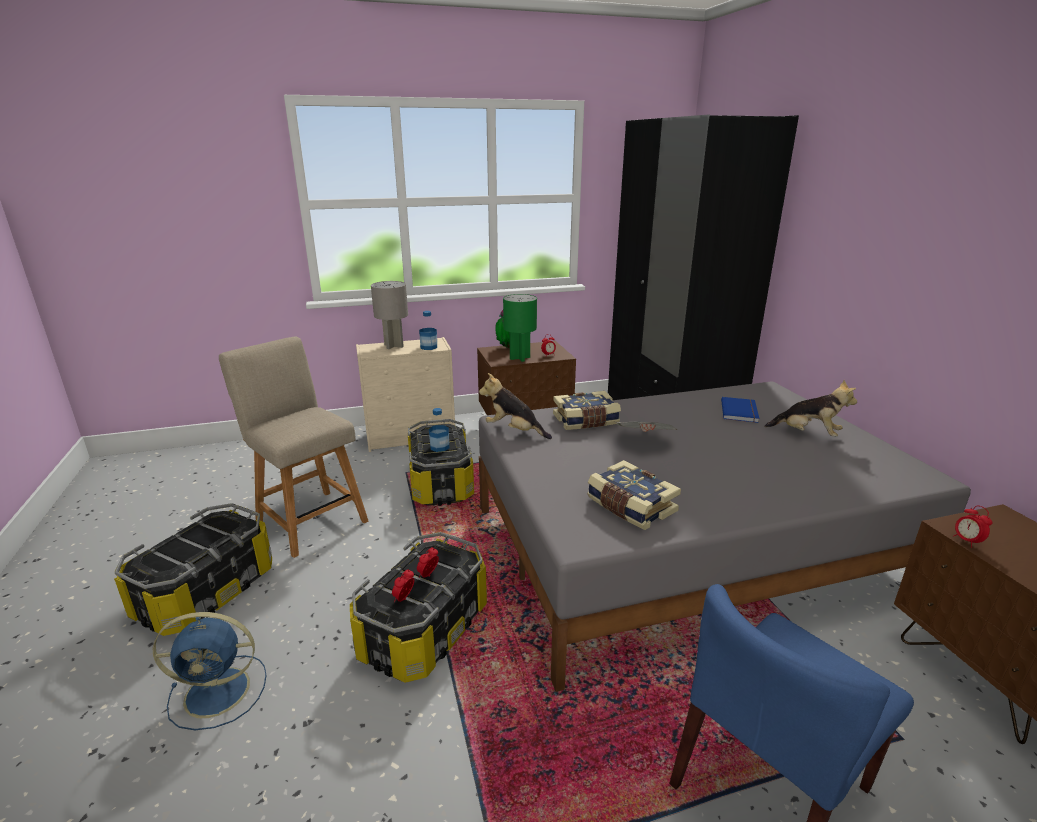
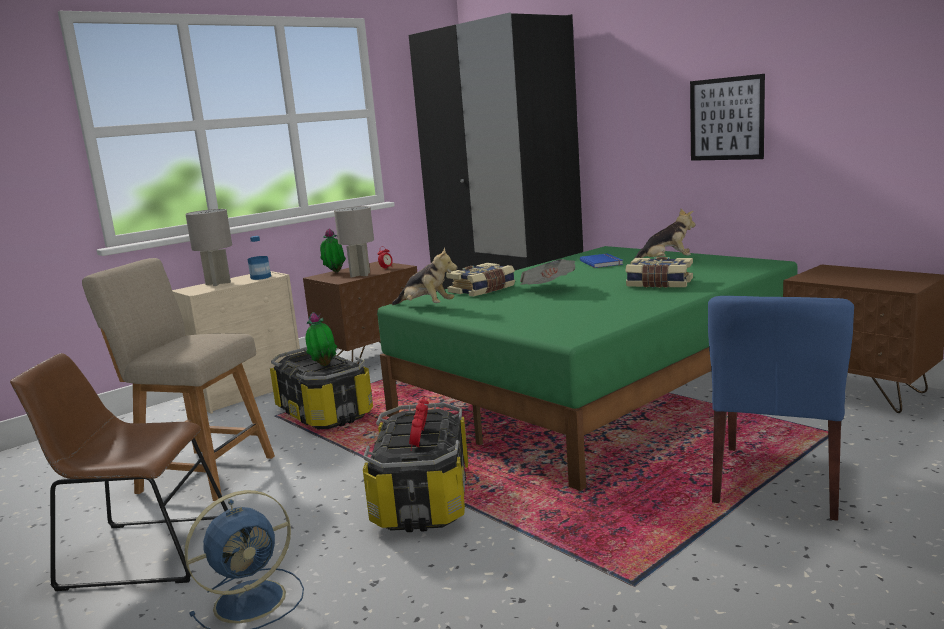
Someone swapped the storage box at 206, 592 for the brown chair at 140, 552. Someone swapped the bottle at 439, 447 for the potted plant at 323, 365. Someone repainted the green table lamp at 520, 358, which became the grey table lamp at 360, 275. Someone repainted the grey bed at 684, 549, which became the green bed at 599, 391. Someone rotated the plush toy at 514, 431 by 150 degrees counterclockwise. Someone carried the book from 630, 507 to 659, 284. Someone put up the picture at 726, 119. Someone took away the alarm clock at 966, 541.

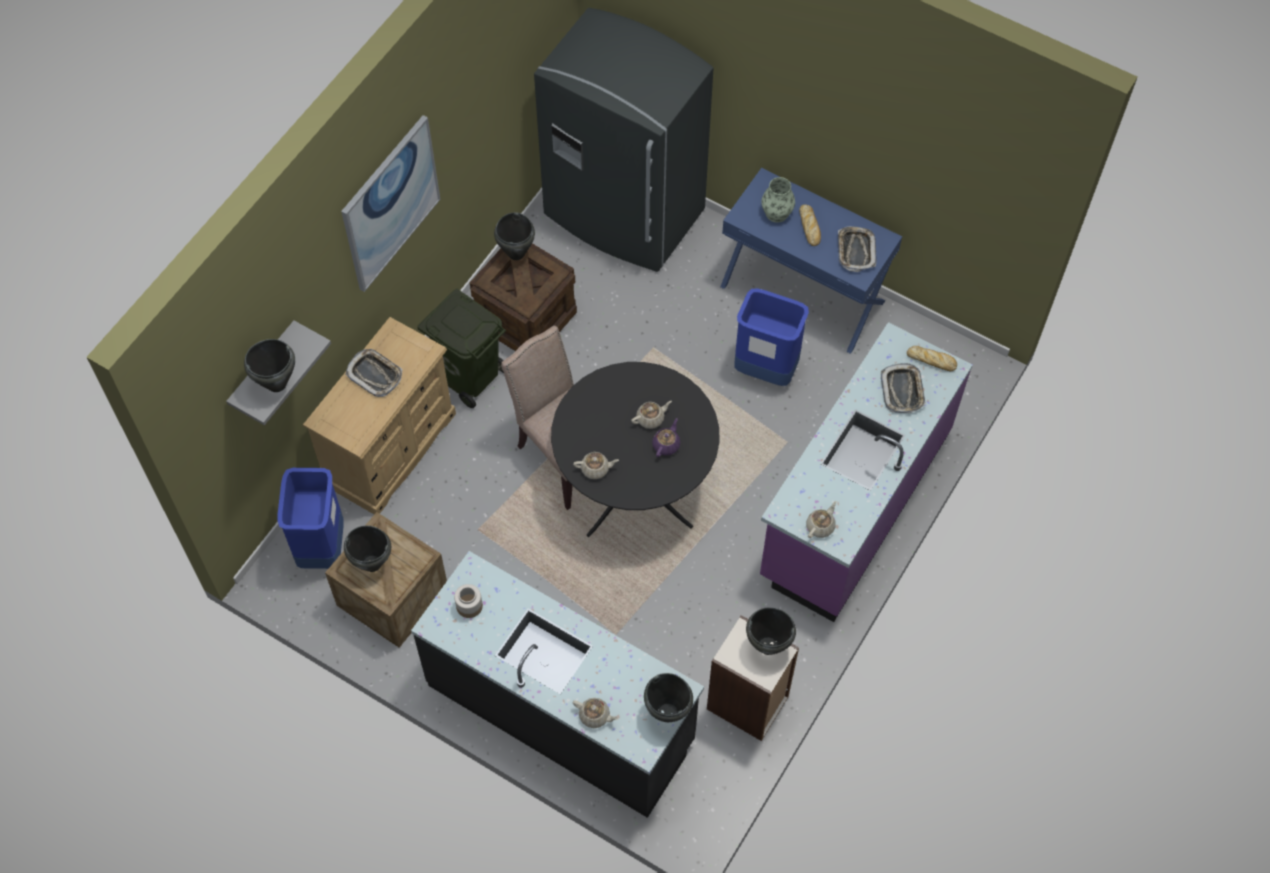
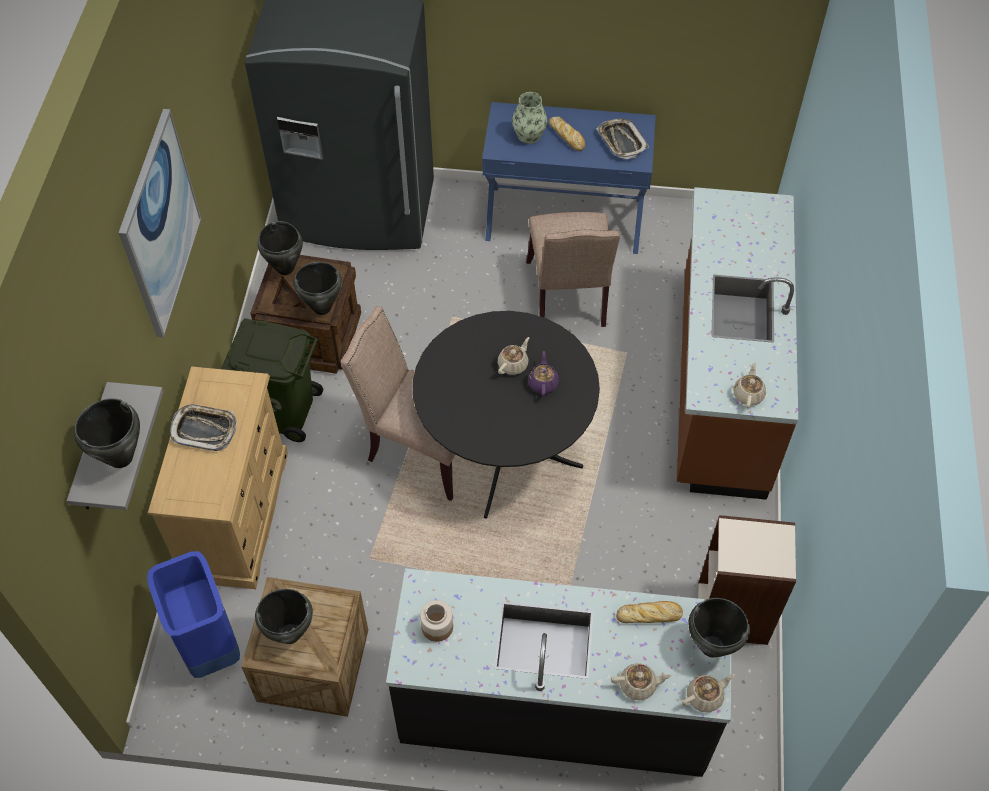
Someone carried the black cooking pot from 767, 645 to 321, 307. Someone swapped the blue trash can at 765, 370 for the beige chair at 569, 297. Someone carried the bread from 932, 360 to 650, 615. Someone repainted the purple counter at 853, 504, which became the brown counter at 720, 384. Someone carried the beige teapot from 595, 469 to 705, 696. Someone took away the tray at 902, 390.

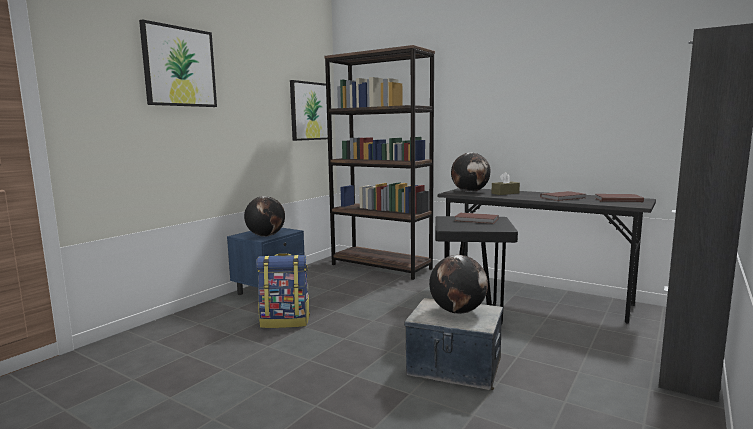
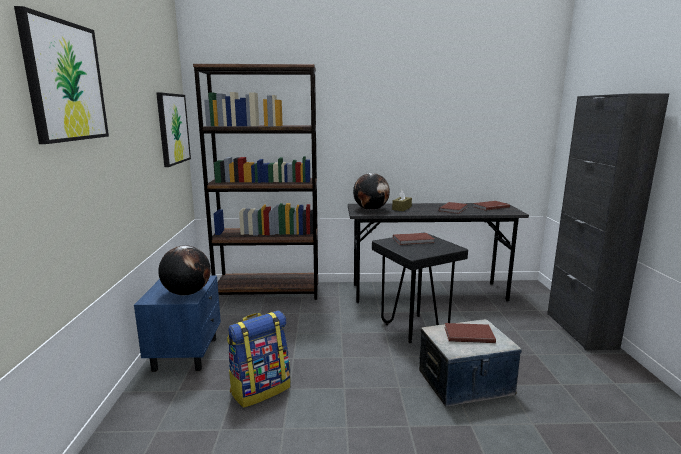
Someone swapped the globe at 457, 311 for the brown book at 468, 334.

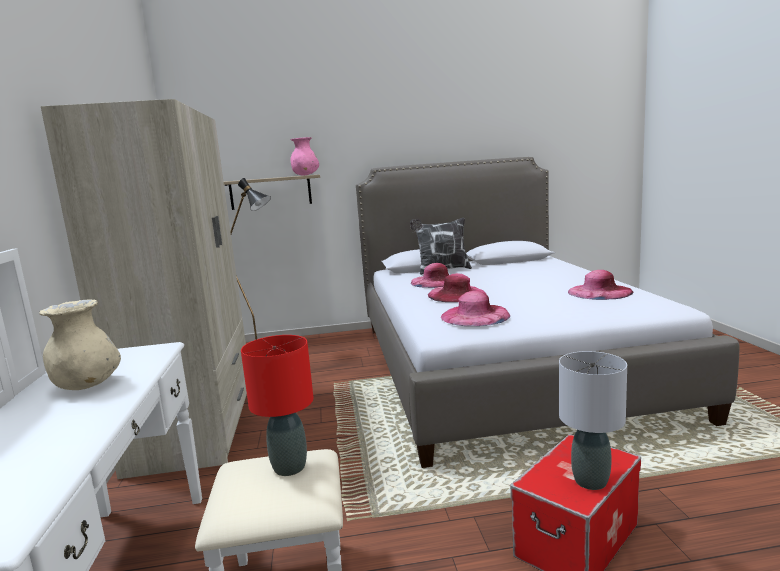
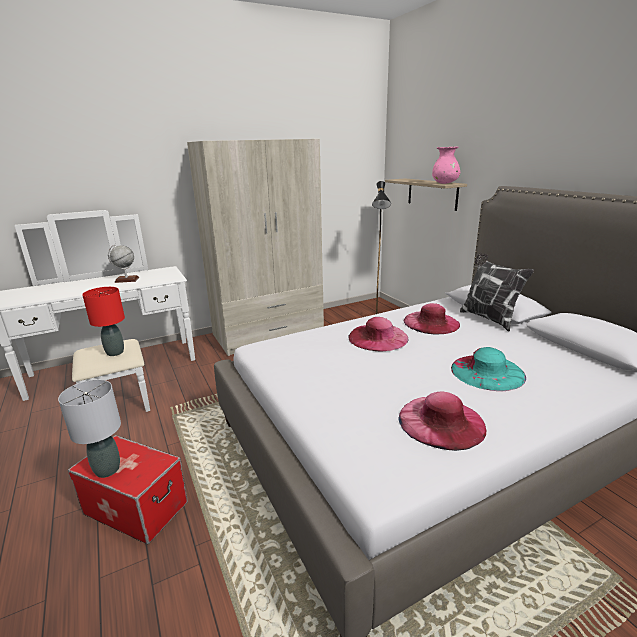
Someone swapped the beige vase at 87, 386 for the globe at 126, 280. Someone put down the turquoise hat at 487, 372. Someone took away the pink hat at 475, 315.

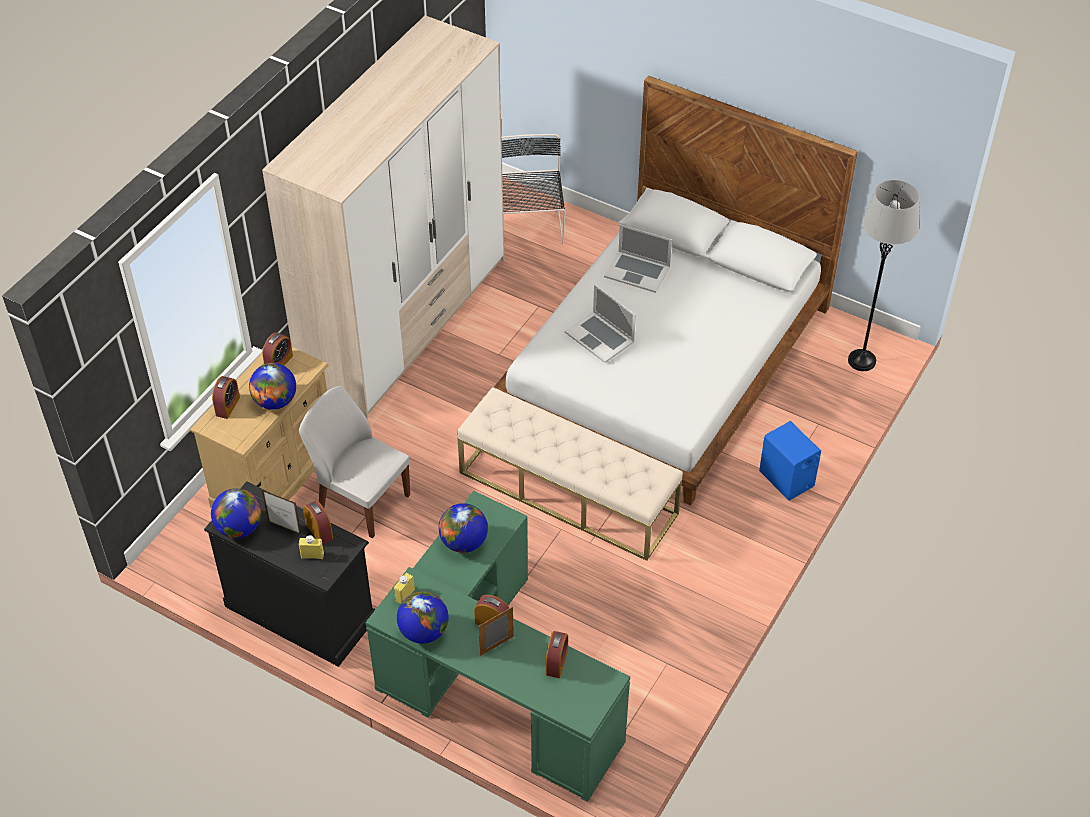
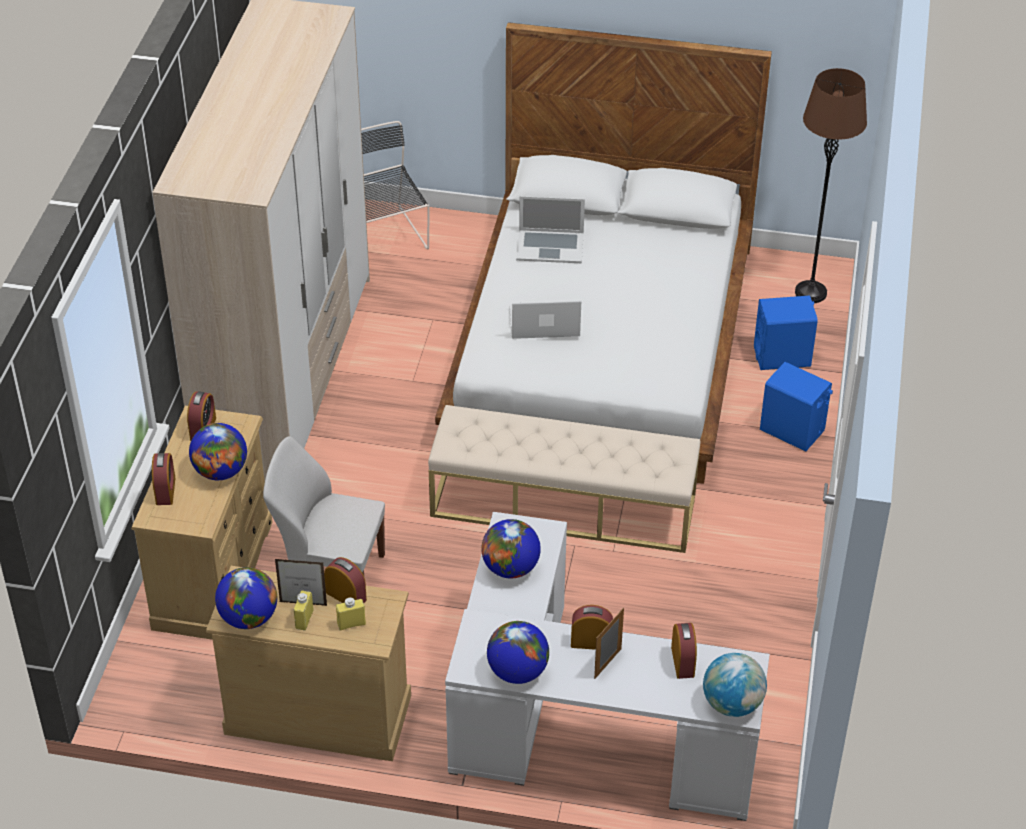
Someone repainted the black dresser at 300, 611, which became the beige dresser at 318, 714. Someone carried the yellow bottle from 405, 595 to 304, 619. Someone repainted the green desk at 490, 682, which became the white desk at 575, 727. Someone rotated the laptop at 600, 337 by 150 degrees clockwise. Someone put down the globe at 732, 704. Someone put down the blue speaker at 782, 356. Someone repainted the grey floor lamp at 861, 361, which became the brown floor lamp at 810, 293.

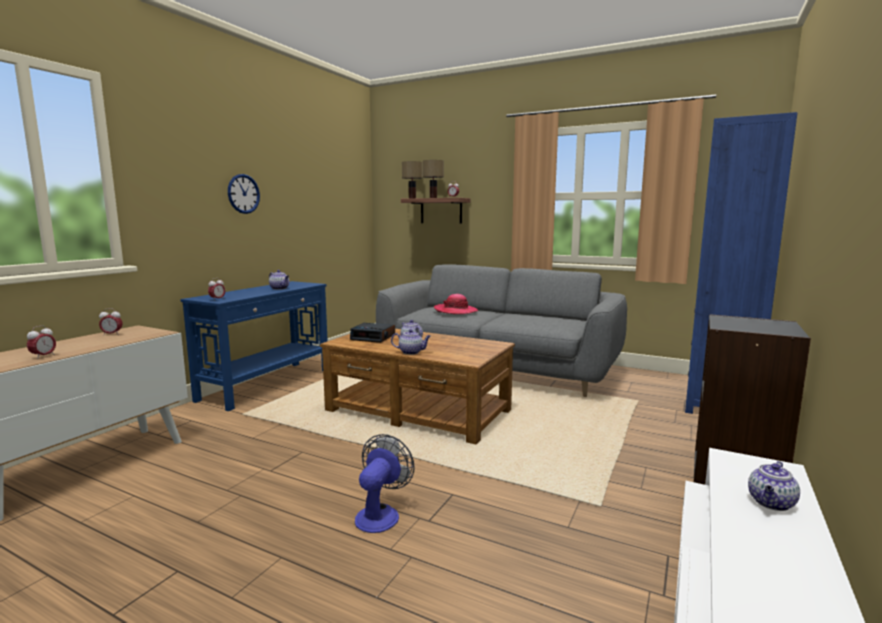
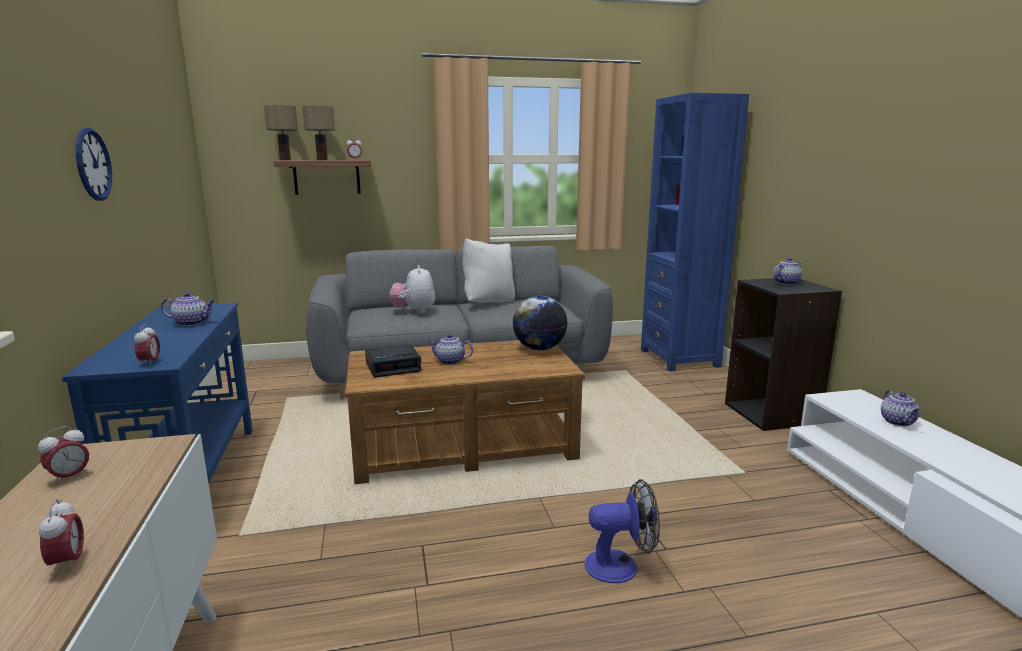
Someone swapped the hat at 455, 311 for the plush toy at 414, 311. Someone put down the white pillow at 489, 303. Someone put down the globe at 539, 348. Someone rotated the fan at 380, 514 by 105 degrees clockwise. Someone carried the teapot from 411, 352 to 786, 283.

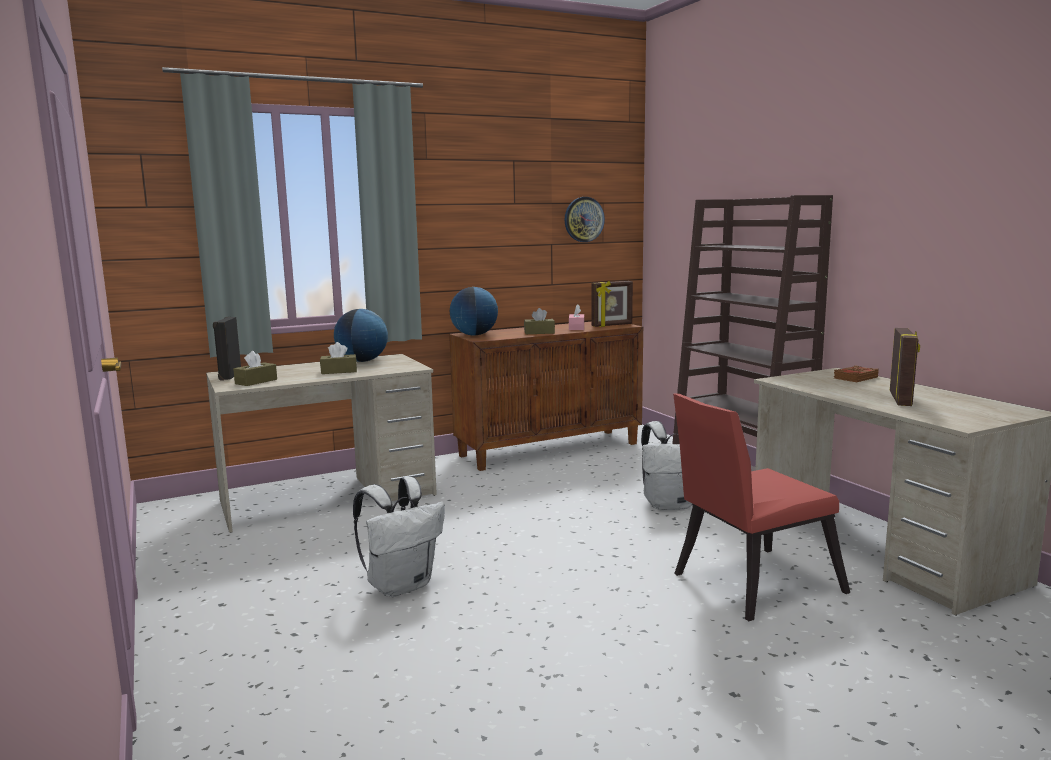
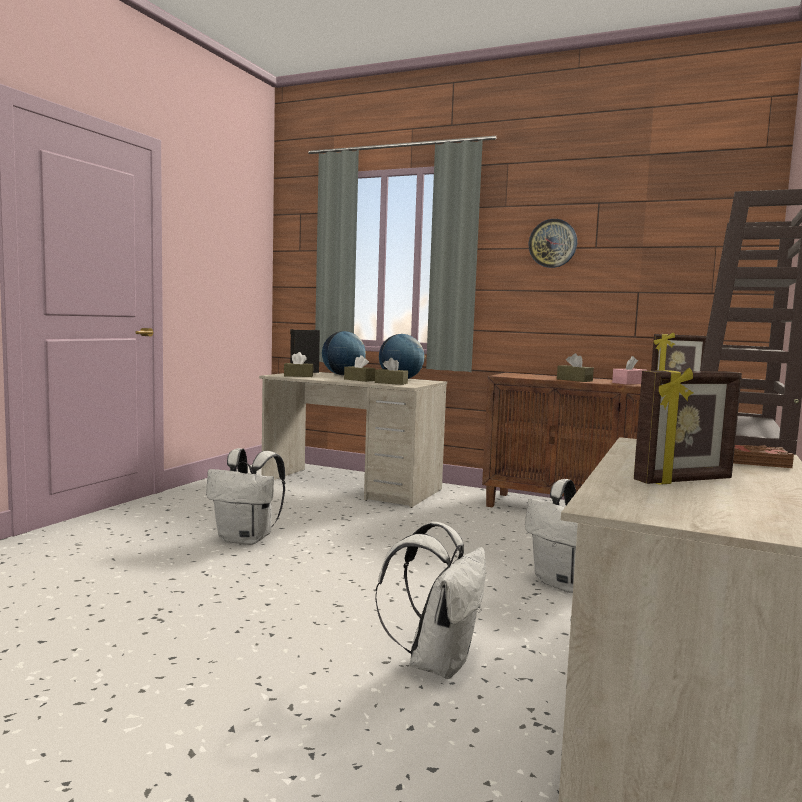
Someone carried the globe from 474, 335 to 343, 375. Someone put down the brown tissue box at 391, 383. Someone swapped the red chair at 748, 584 for the white backpack at 437, 662. Someone carried the wall clock from 583, 219 to 553, 243.

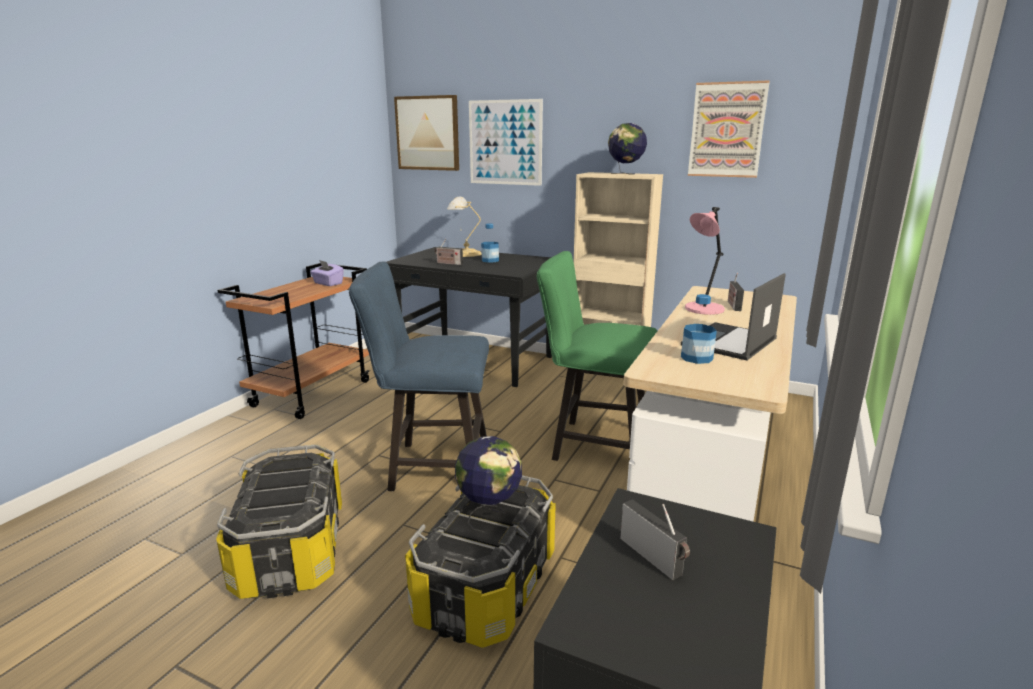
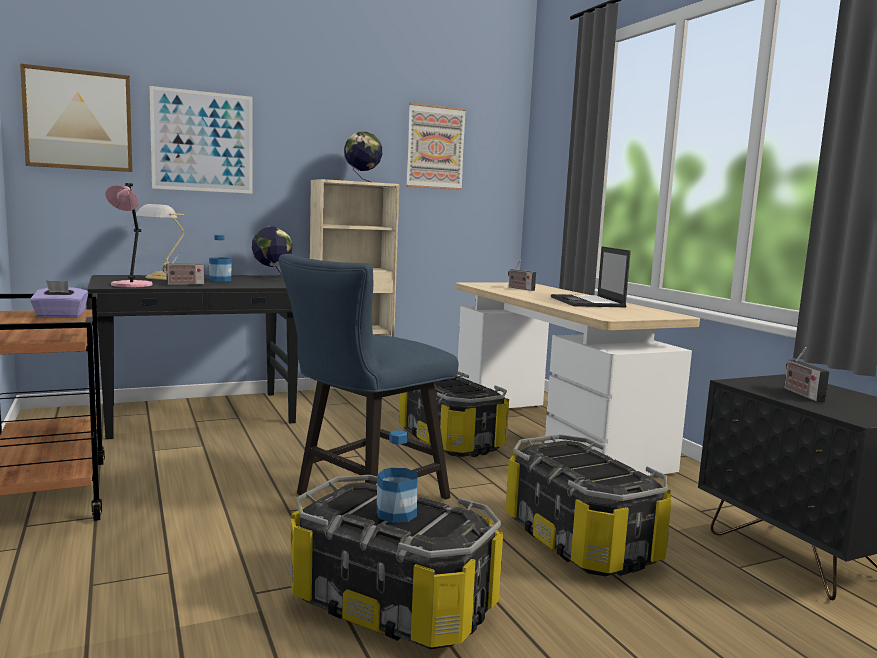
Someone carried the pink table lamp from 703, 309 to 131, 285. Someone carried the globe from 489, 514 to 272, 277. Someone carried the bottle from 696, 358 to 396, 514. Someone swapped the green chair at 592, 445 for the storage box at 450, 440. Someone rotated the radio at 653, 558 by 105 degrees counterclockwise.

